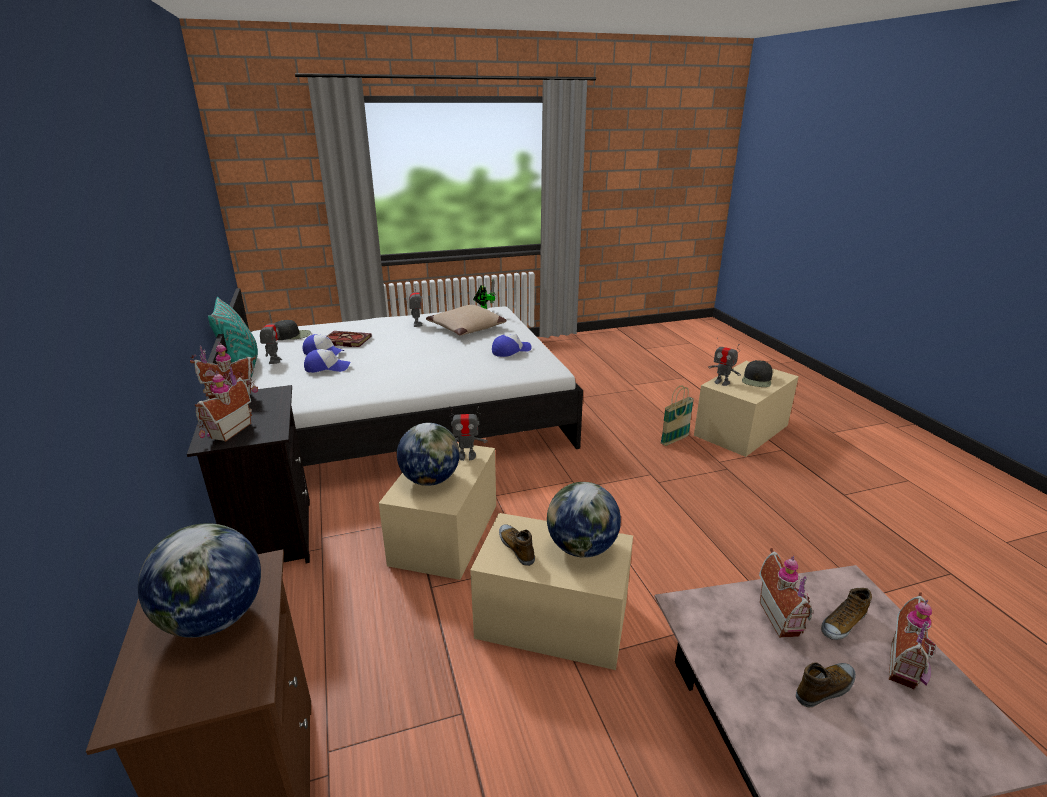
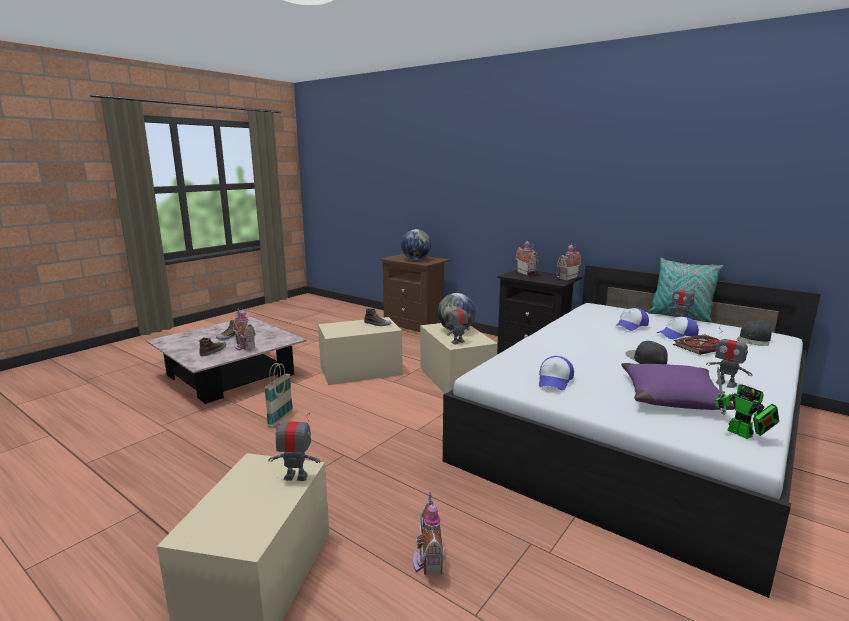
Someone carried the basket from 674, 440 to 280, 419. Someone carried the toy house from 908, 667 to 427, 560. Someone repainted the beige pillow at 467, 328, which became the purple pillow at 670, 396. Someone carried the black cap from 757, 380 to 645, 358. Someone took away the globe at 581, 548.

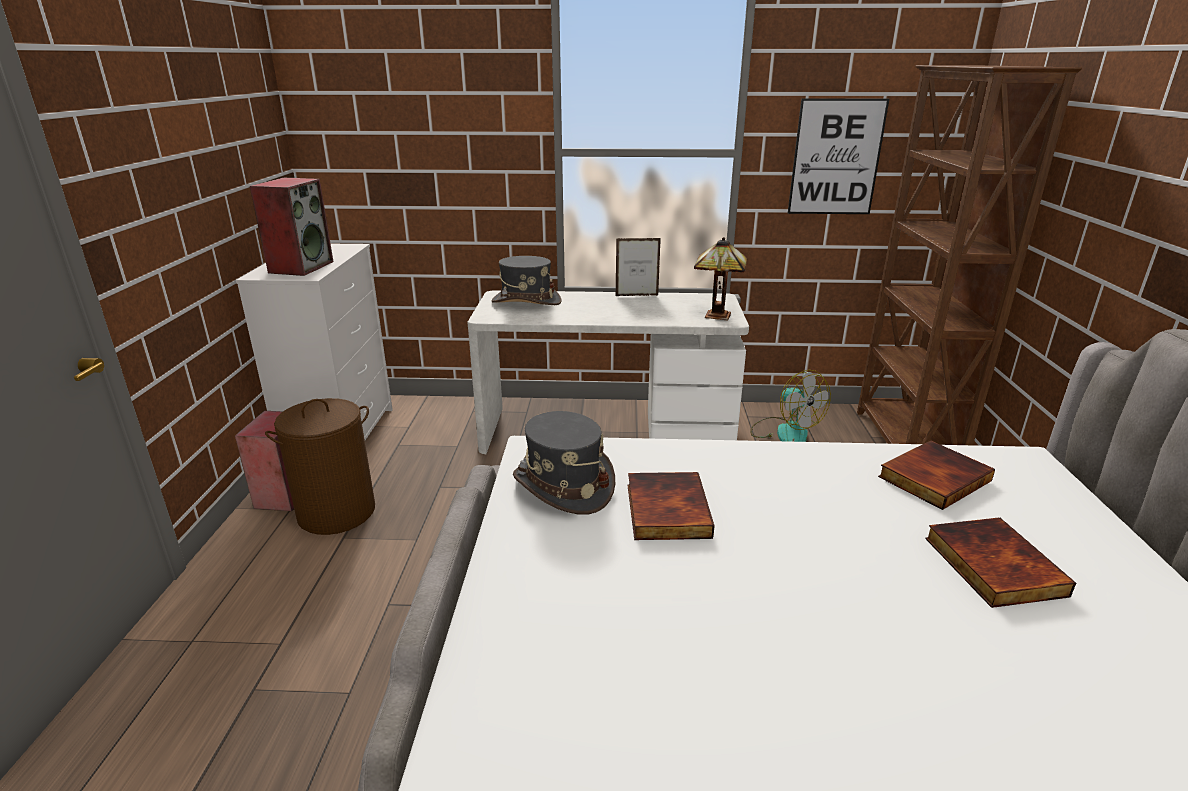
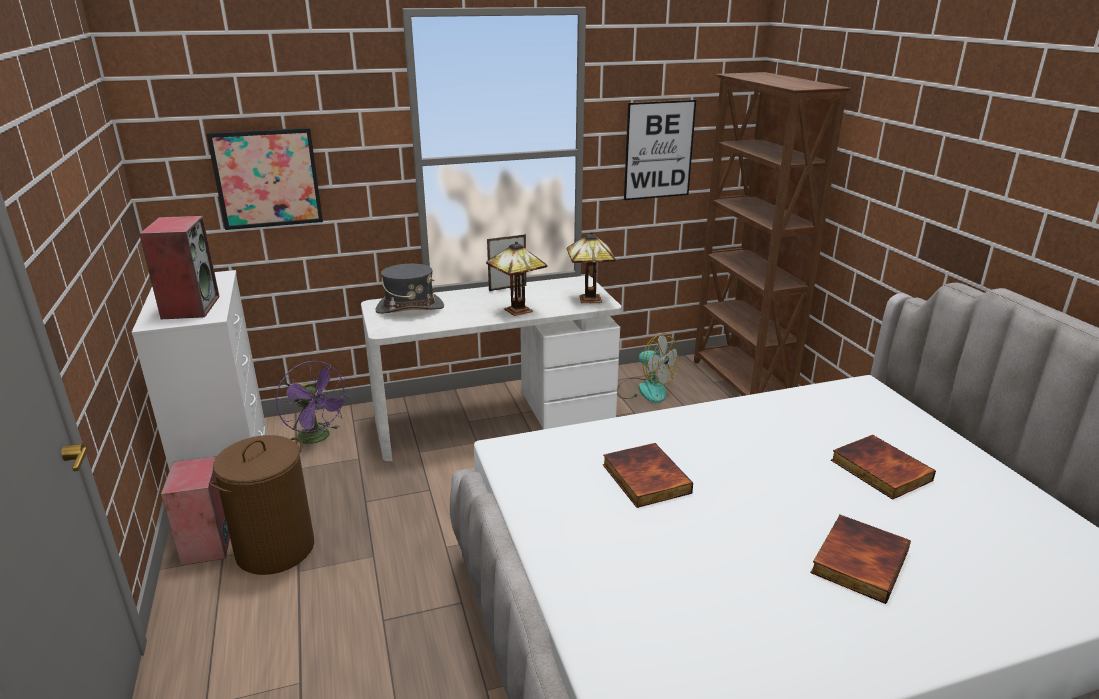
Someone put up the picture at 267, 178. Someone put down the purple fan at 319, 438. Someone put down the table lamp at 517, 311. Someone carried the book from 933, 477 to 857, 560. Someone took away the grey hat at 563, 486.

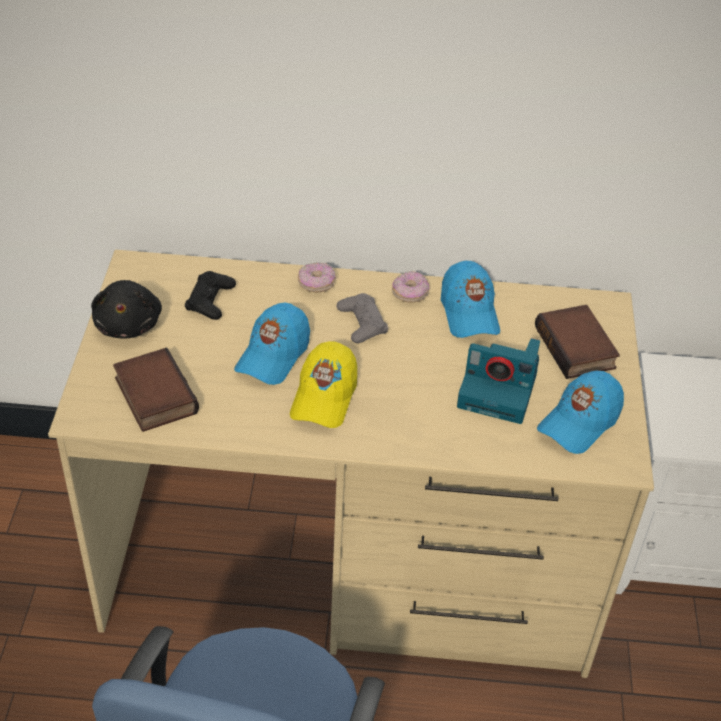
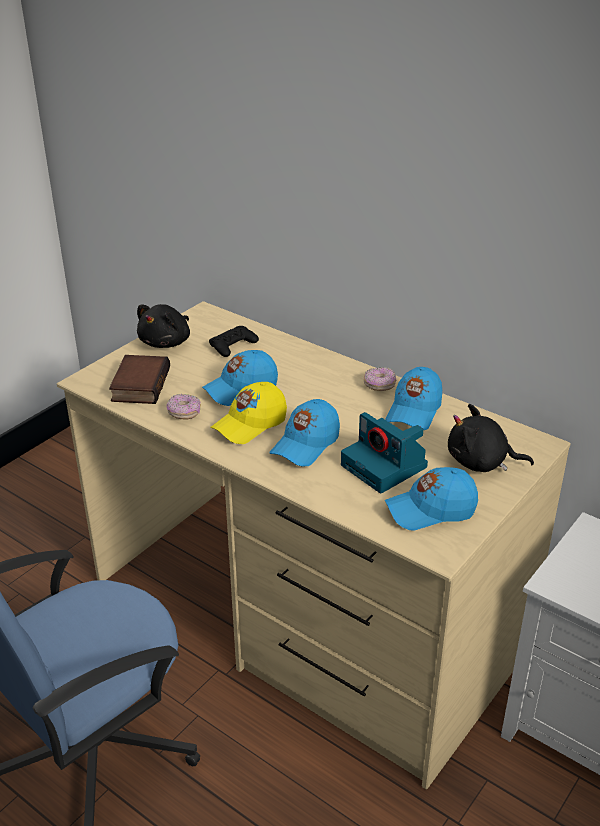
Someone carried the donut from 316, 284 to 184, 413. Someone put down the blue cap at 305, 445. Someone swapped the book at 577, 348 for the black plush toy at 481, 462. Someone took away the grey game controller at 362, 323.

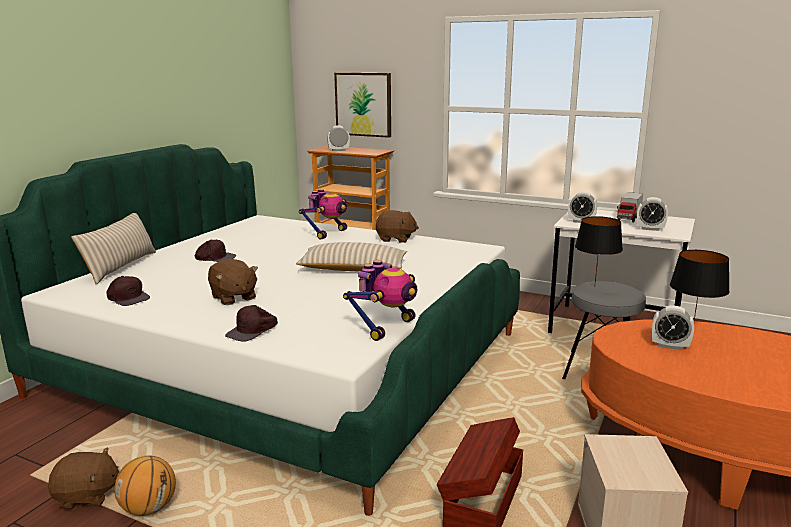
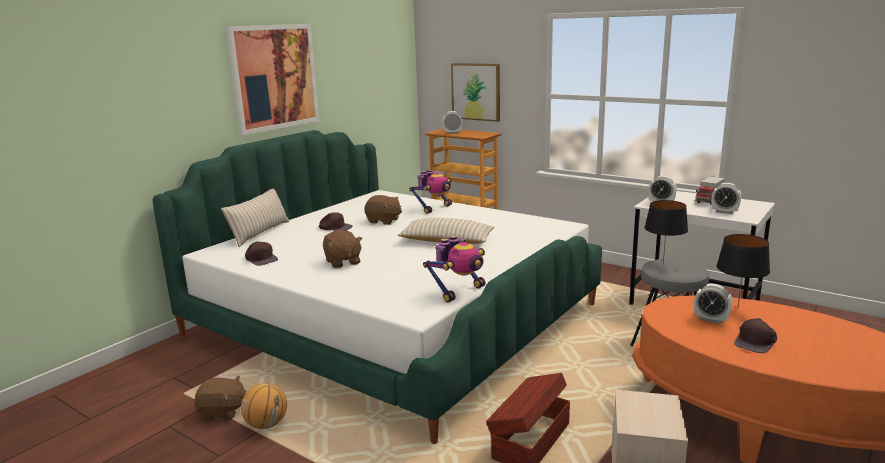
Someone put up the picture at 274, 77. Someone carried the brown plush toy from 395, 239 to 383, 221. Someone carried the brown cap from 253, 330 to 756, 341.

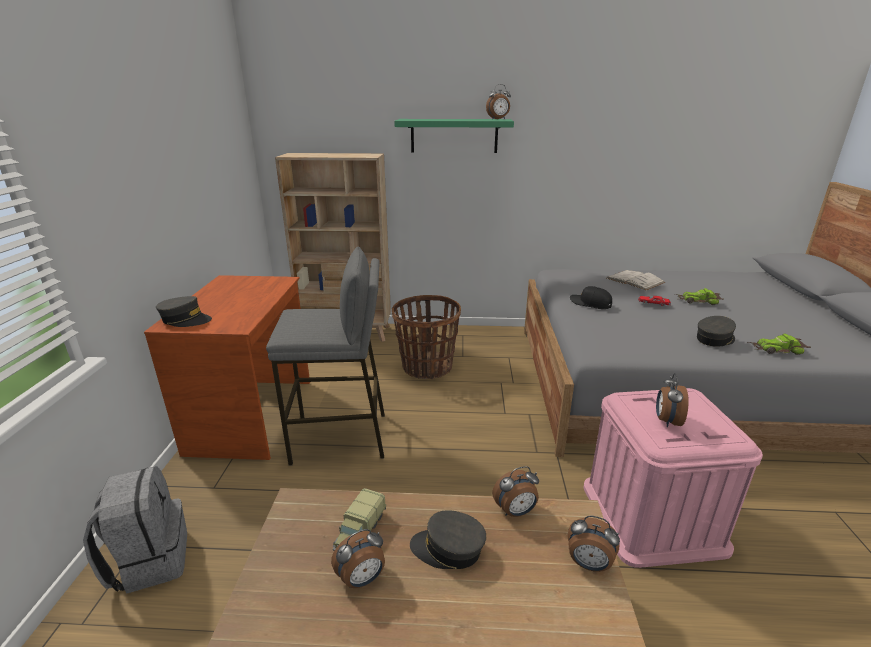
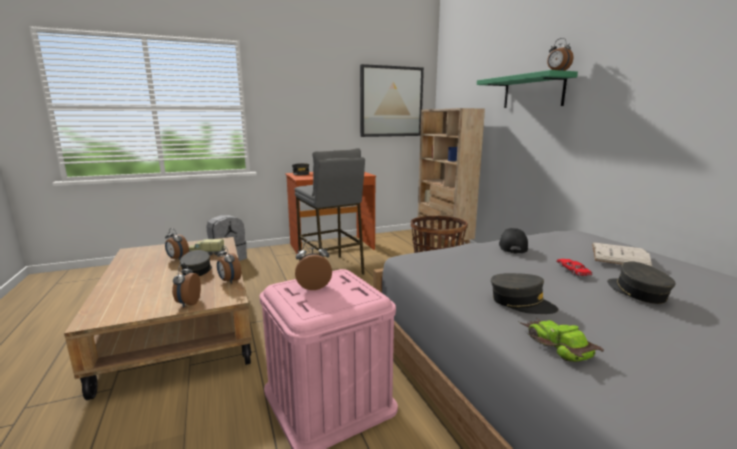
Someone put up the picture at 391, 102. Someone swapped the toy car at 698, 301 for the grey cap at 637, 292.

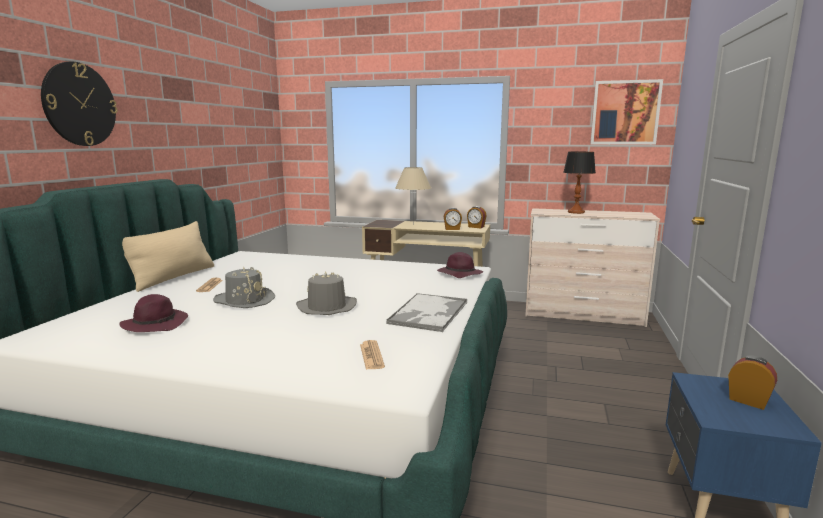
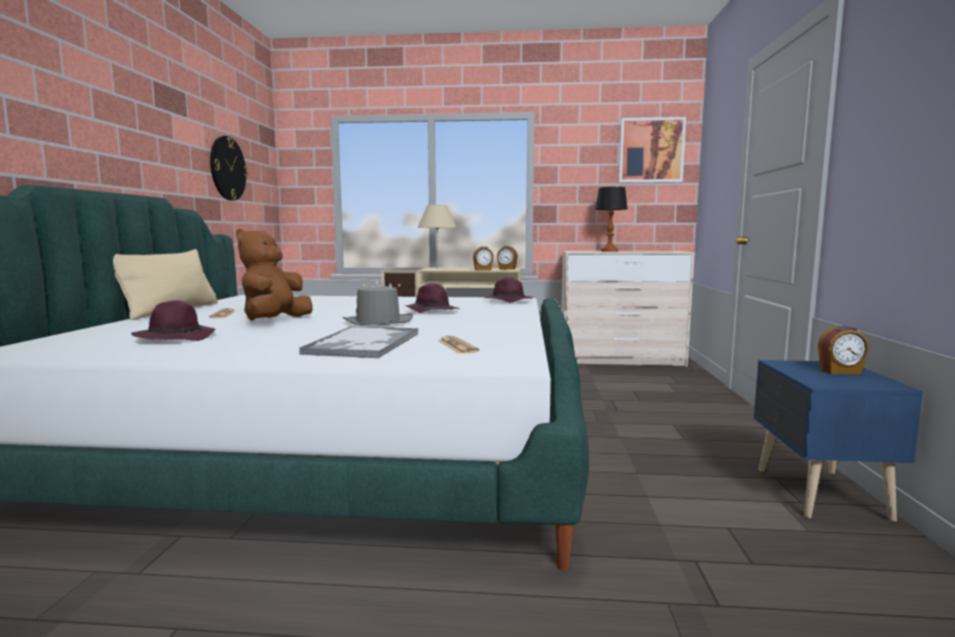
Someone carried the wall clock from 79, 104 to 227, 168. Someone swapped the grey hat at 244, 300 for the brown plush toy at 275, 321. Someone carried the tray from 428, 313 to 363, 344. Someone put down the purple hat at 431, 311. Someone rotated the alarm clock at 748, 400 by 150 degrees clockwise.

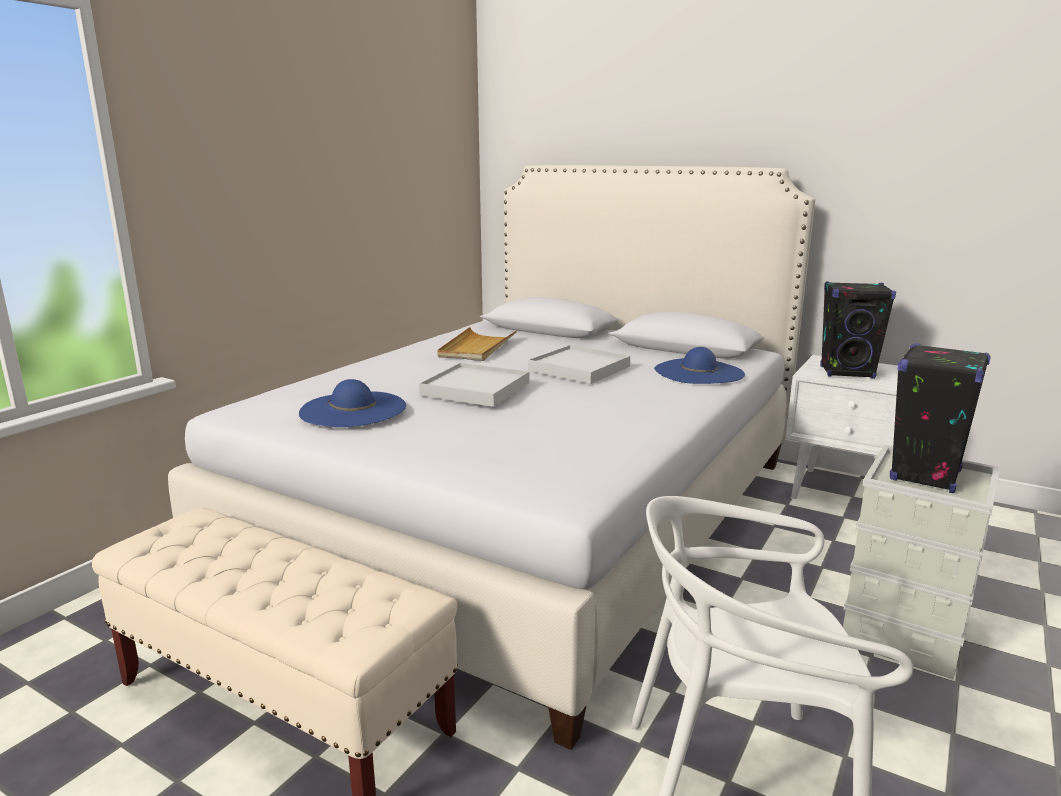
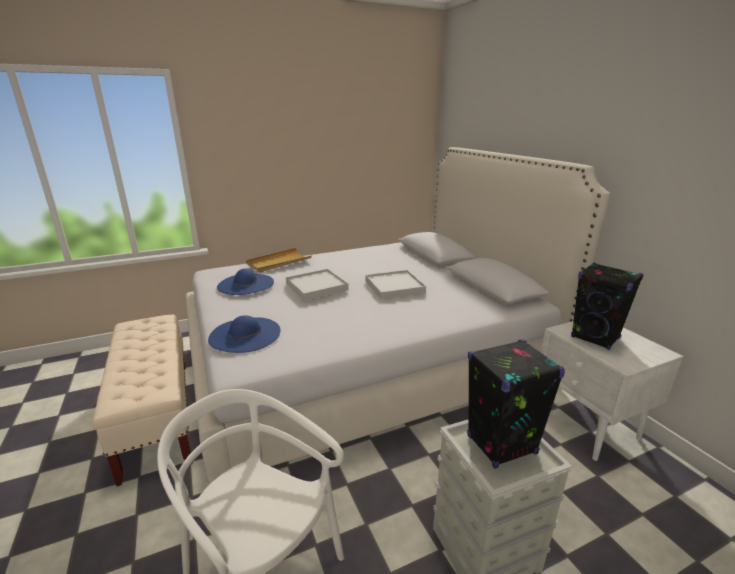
Someone carried the blue hat from 698, 372 to 245, 334. Someone carried the beige tray from 477, 348 to 278, 262.

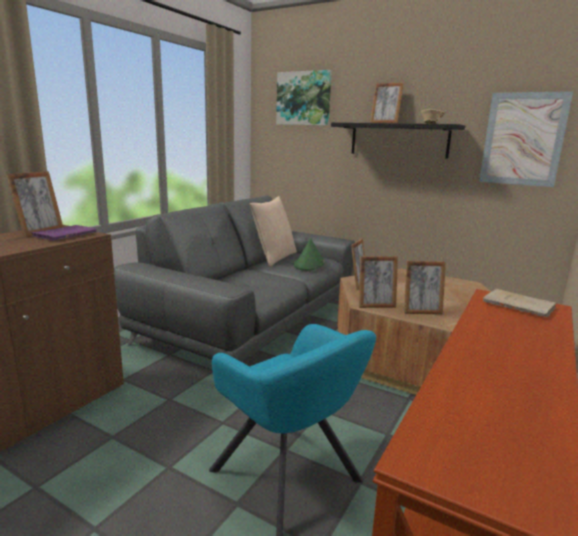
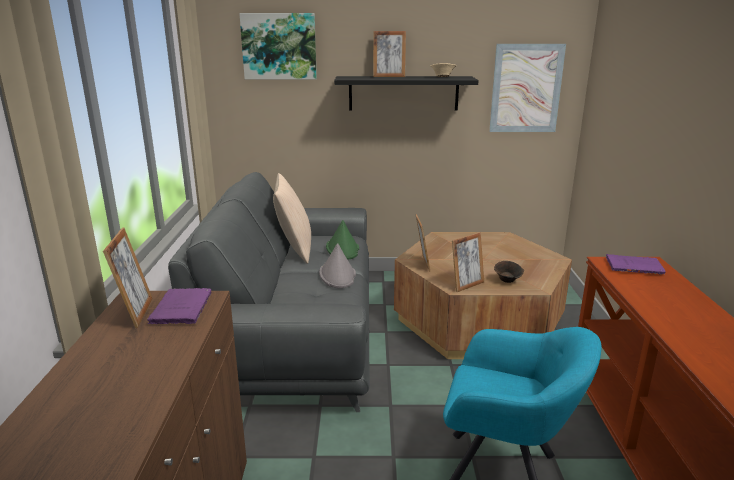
Someone put down the grey hat at 337, 275. Someone swapped the picture frame at 421, 312 for the brown bowl at 508, 280. Someone repainted the beige book at 520, 306, which became the purple book at 635, 267.

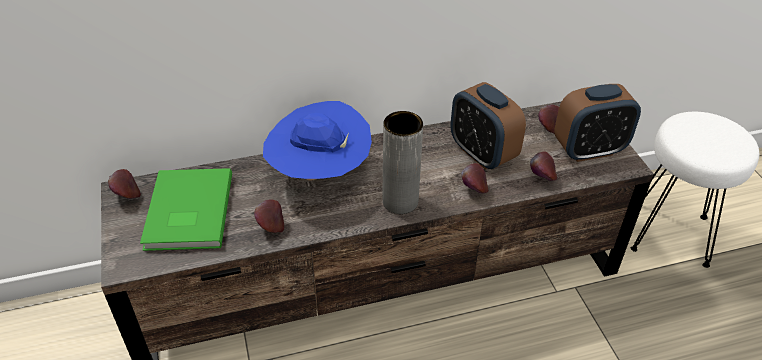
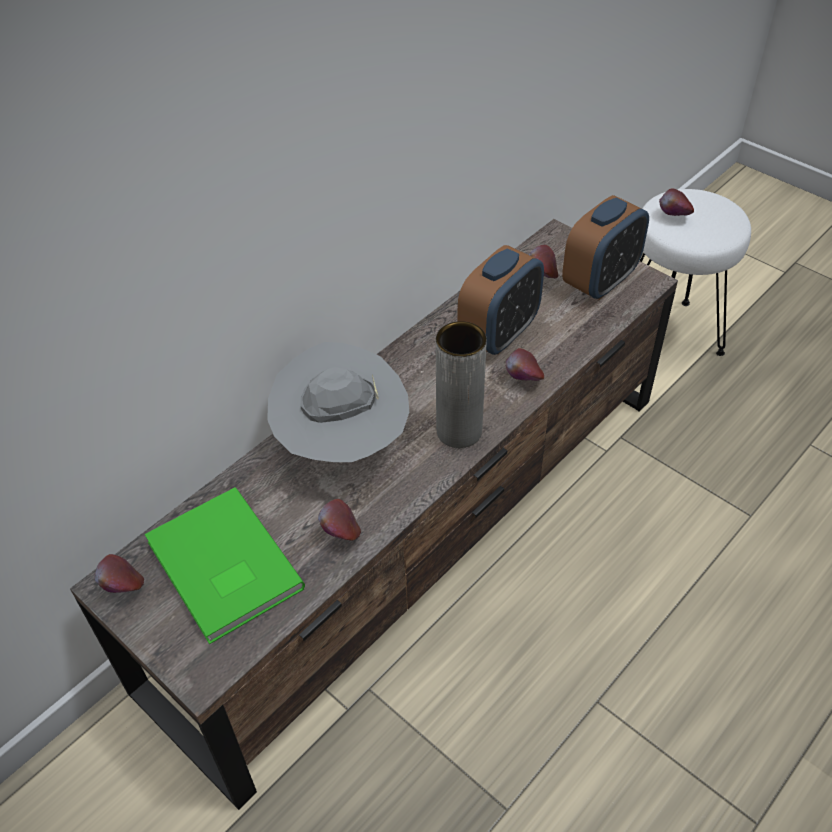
Someone repainted the blue hat at 319, 174, which became the grey hat at 342, 443. Someone rotated the alarm clock at 482, 154 by 75 degrees counterclockwise. Someone carried the apple from 541, 178 to 673, 217.

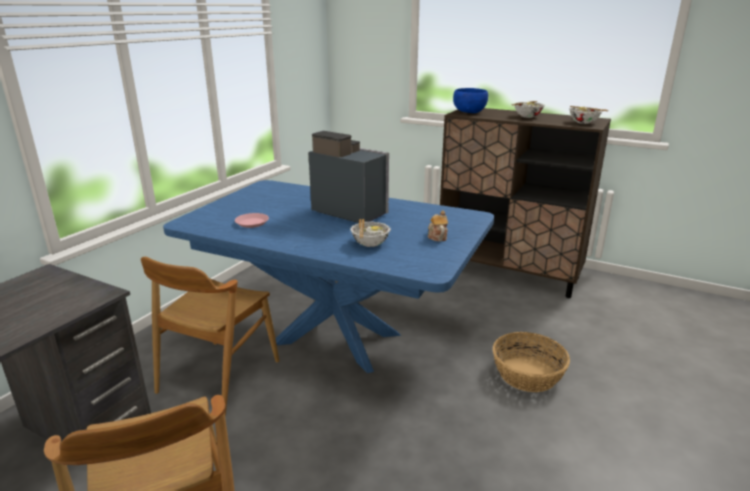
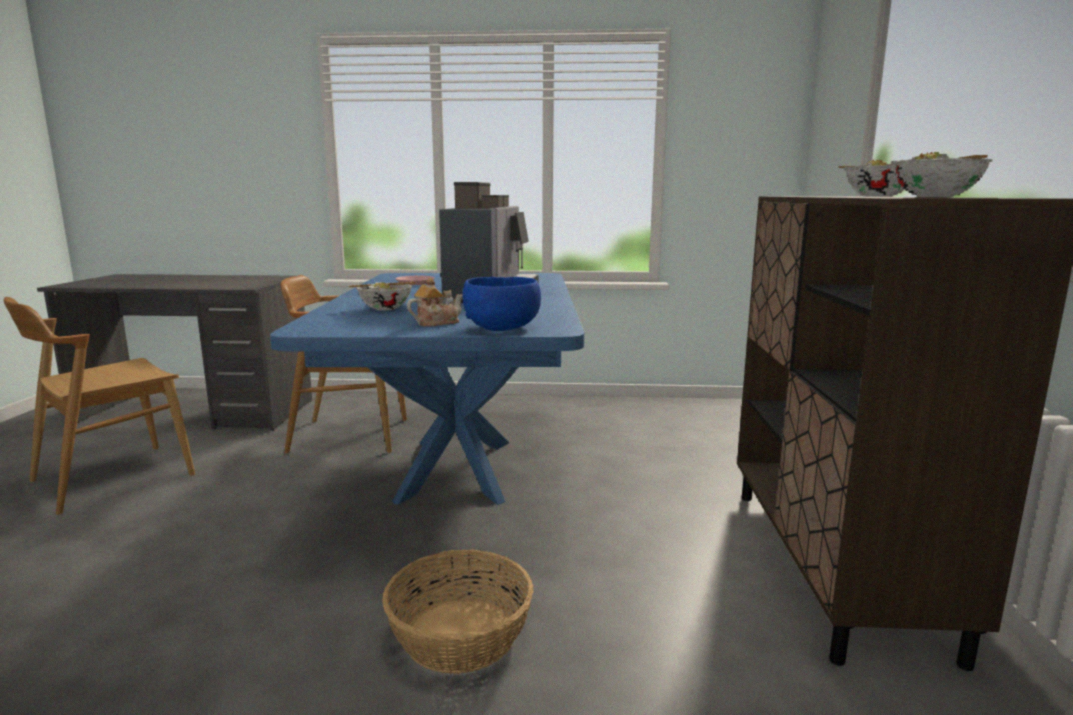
Someone carried the blue bowl from 469, 112 to 503, 328.

